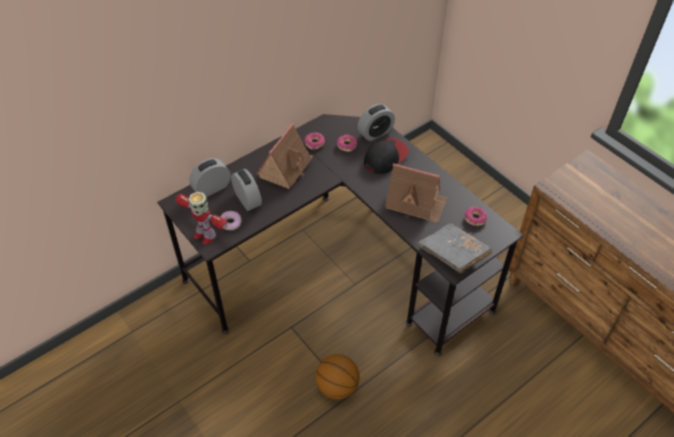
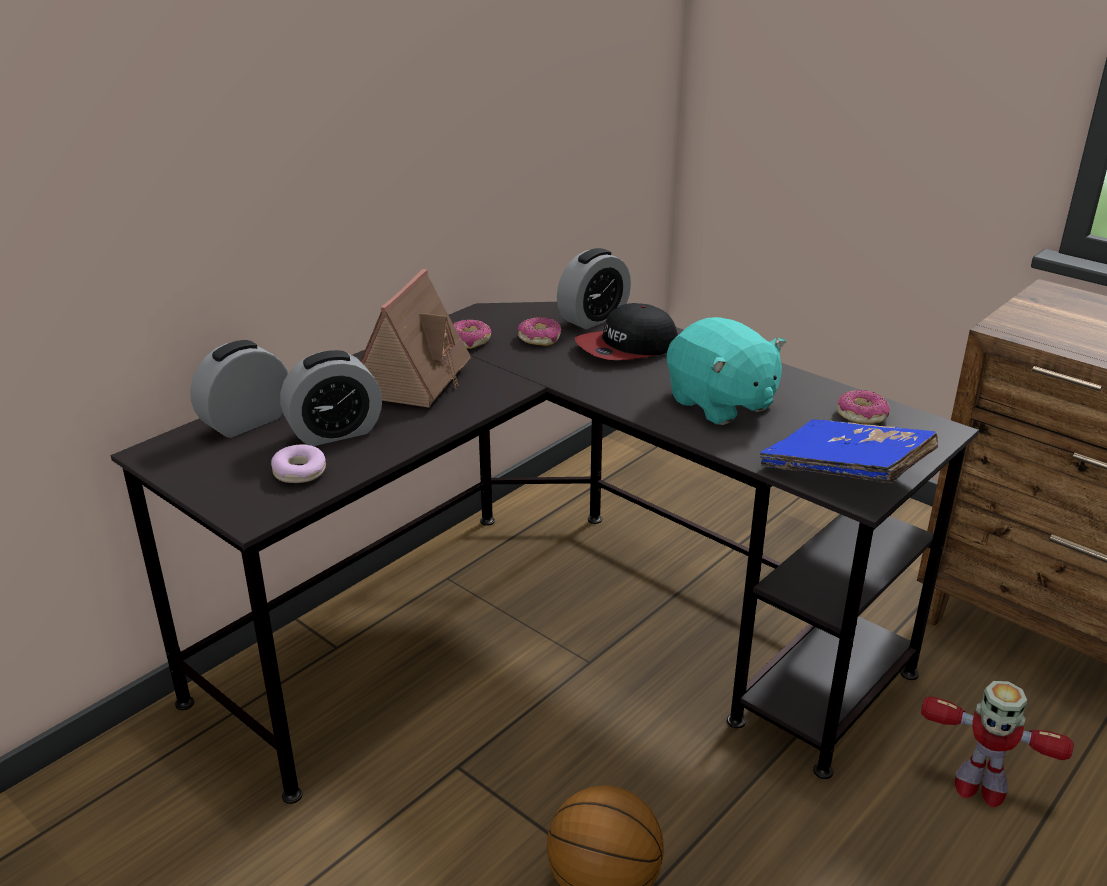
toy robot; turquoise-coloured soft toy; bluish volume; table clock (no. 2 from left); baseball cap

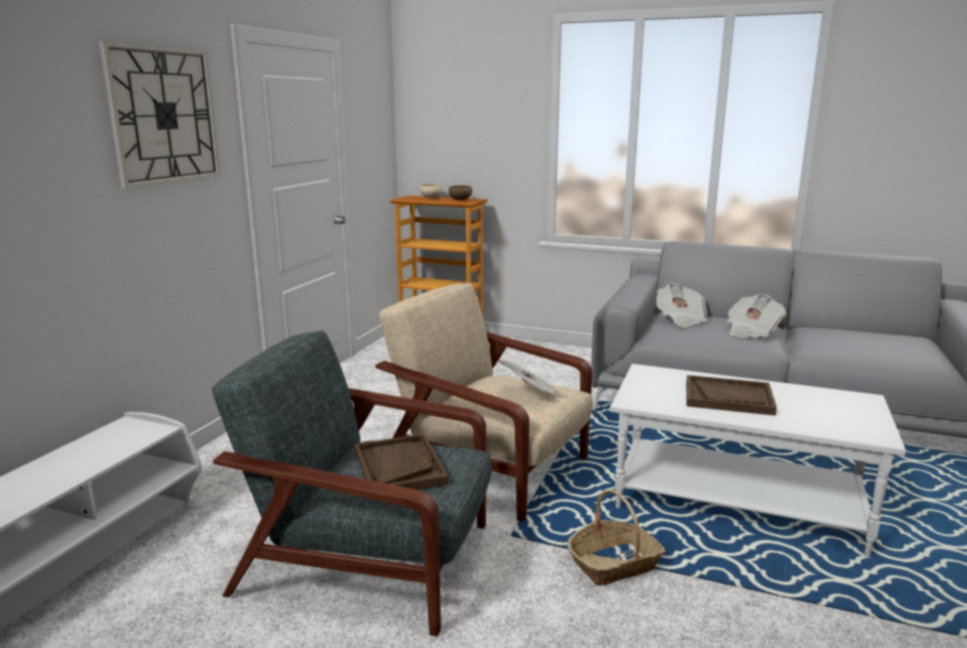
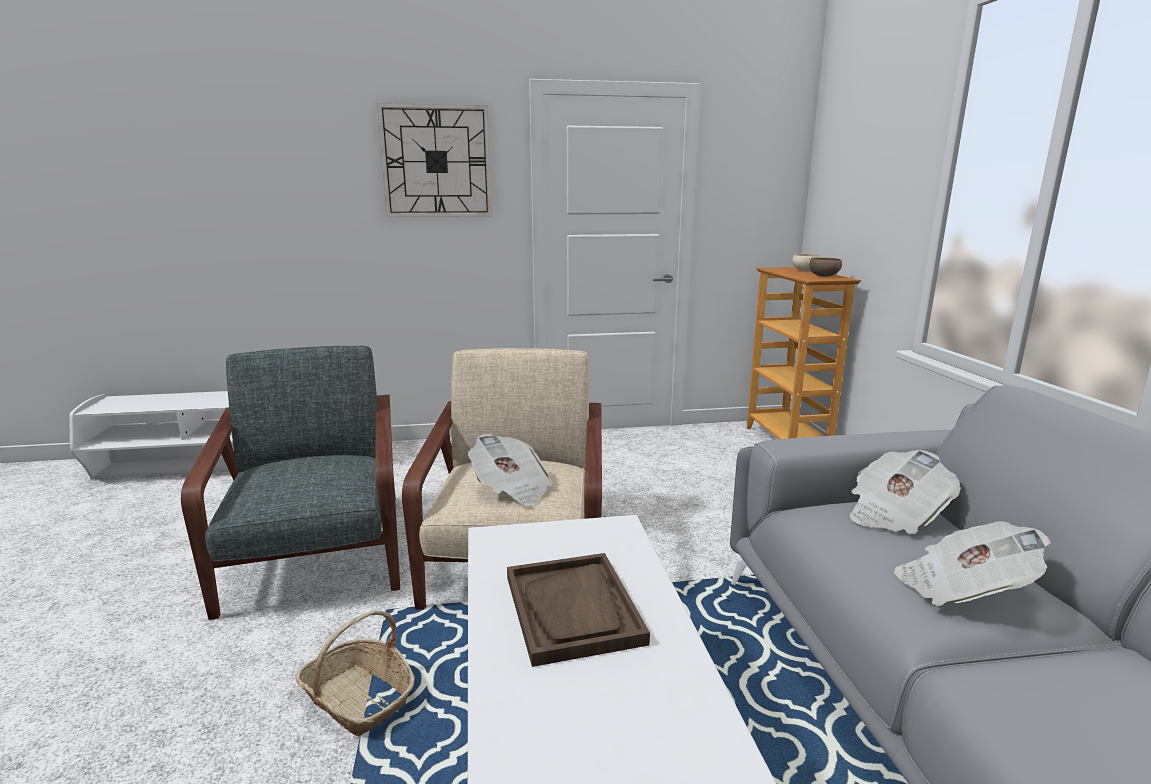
brownish serving tray (no. 1 from left in the first image)

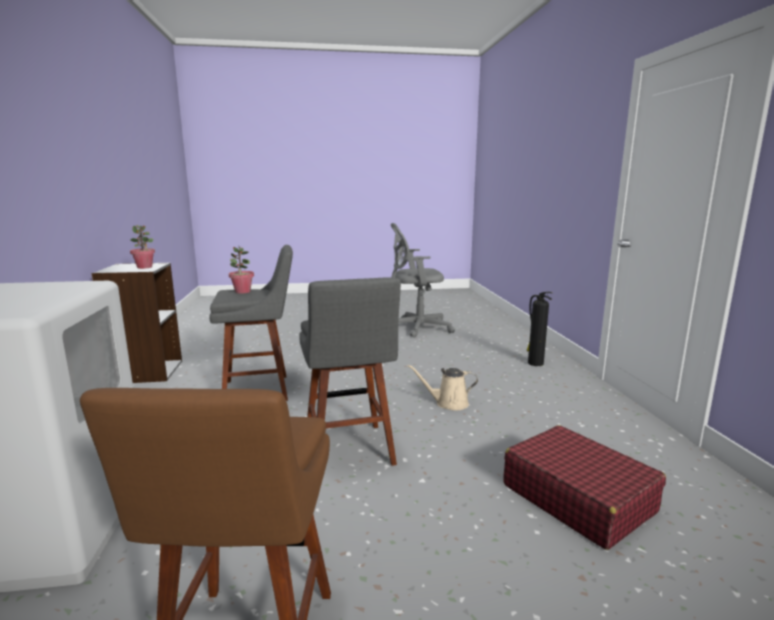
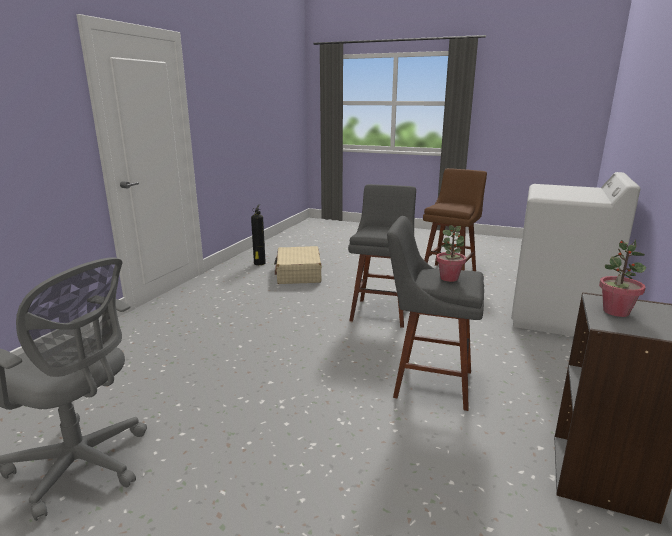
sand-coloured watering pot; fire extinguisher; sand-coloured piece of luggage

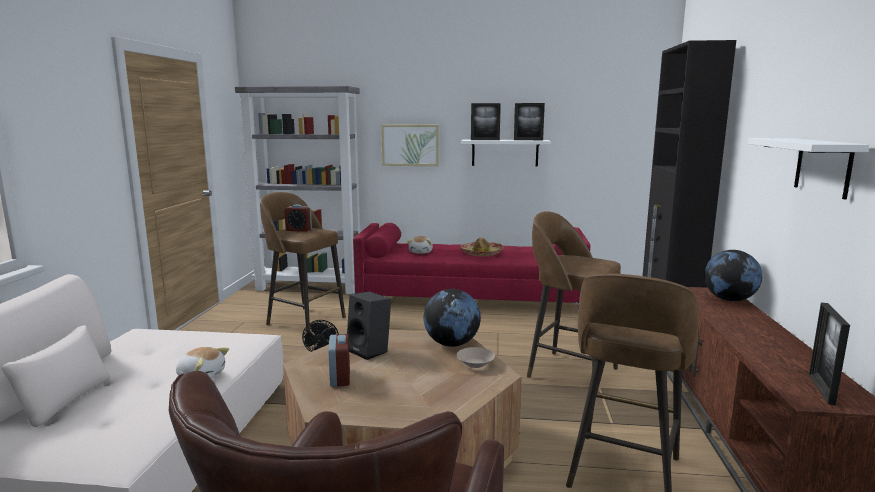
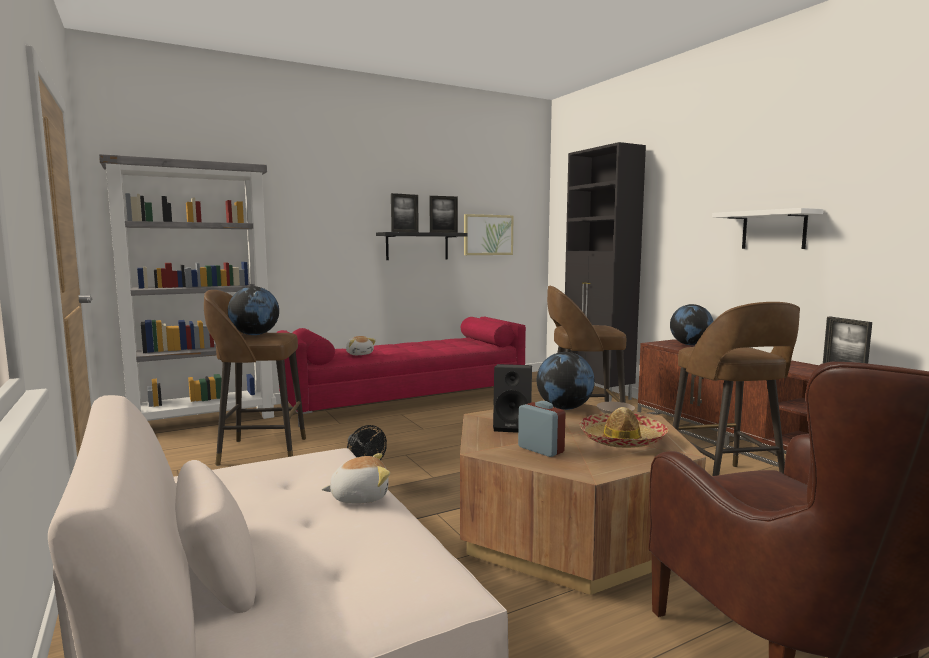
wall art; clothing hat; desk globe (no. 1 from left); black-coloured wall shelf

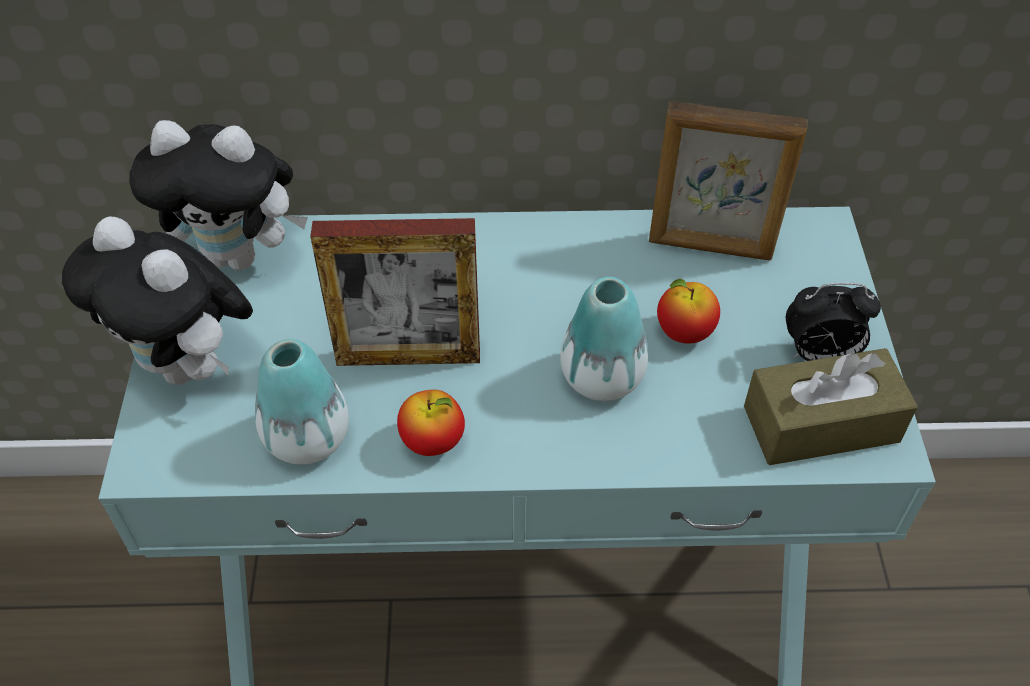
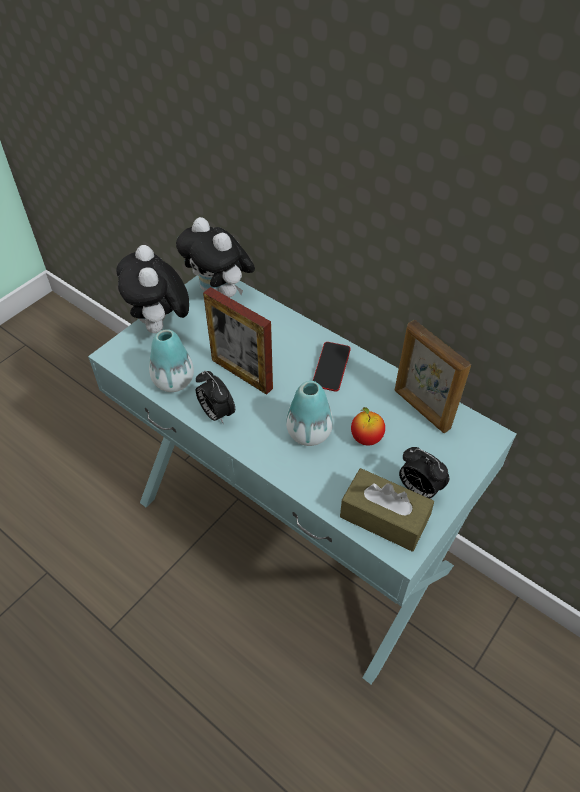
phone; table clock (no. 1 from left)

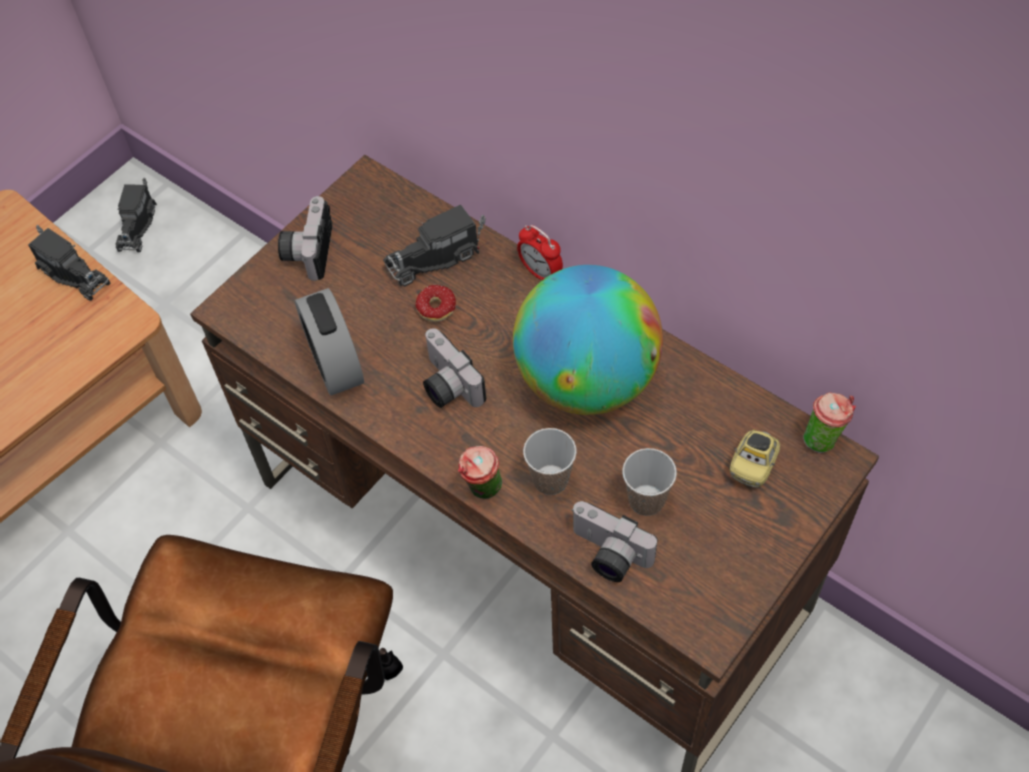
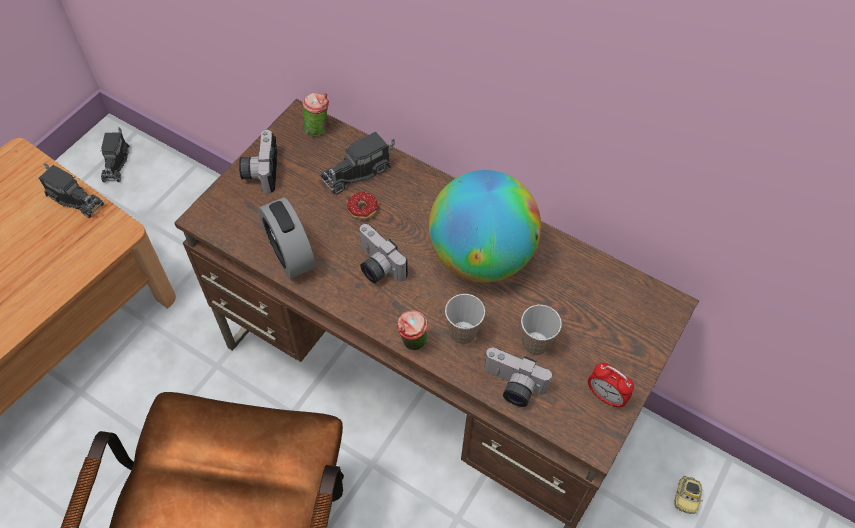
table clock (no. 2 from left); toy car; cup (no. 1 from left)

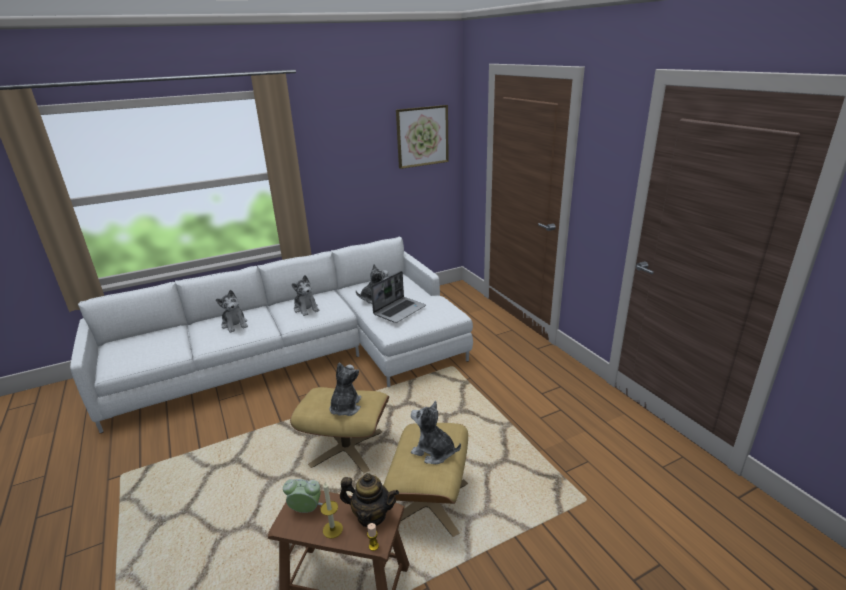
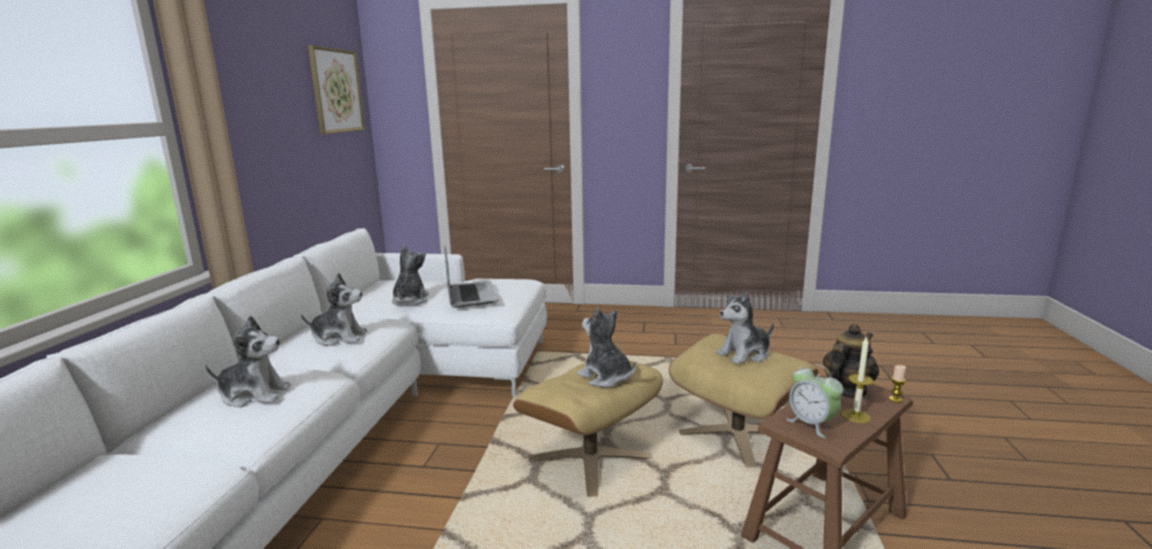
table clock

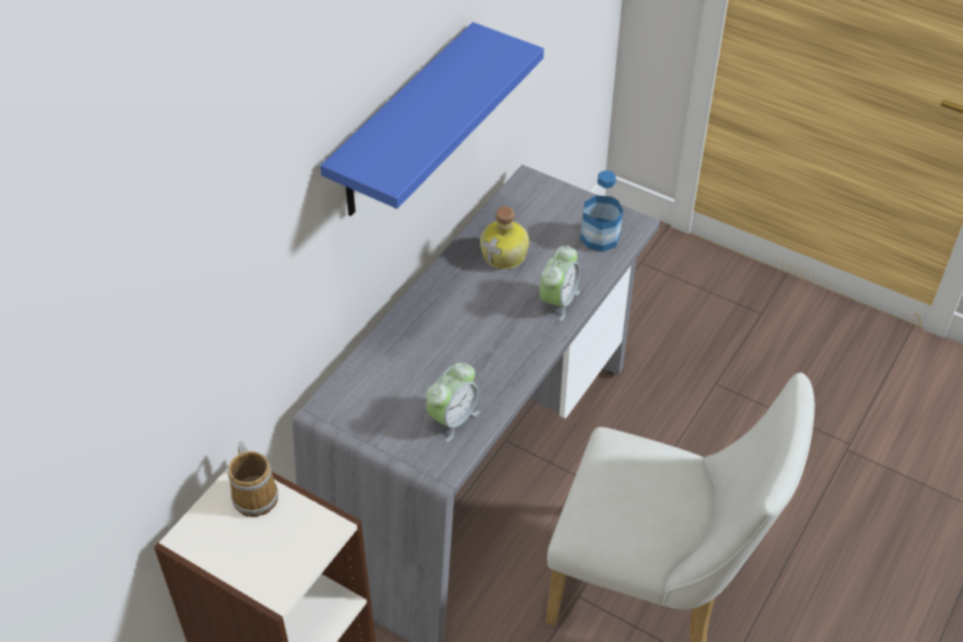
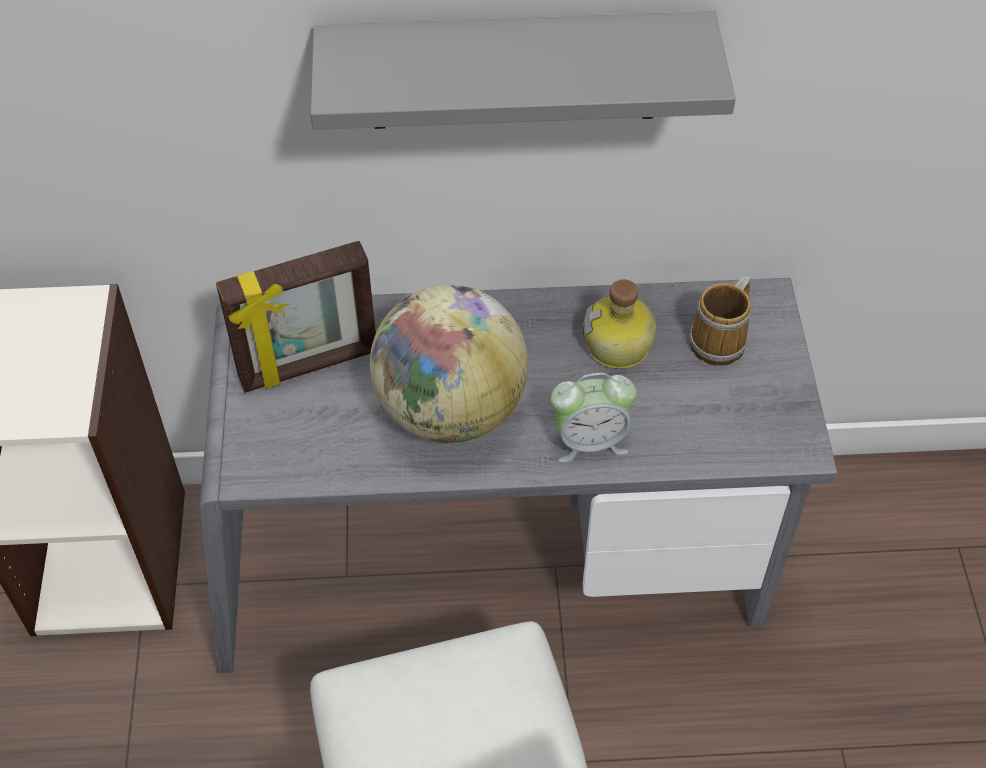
table clock (no. 1 from left in the first image); drink bottle (no. 2 from left in the first image); standing frame; desk globe; coffee mug; grey wall shelf

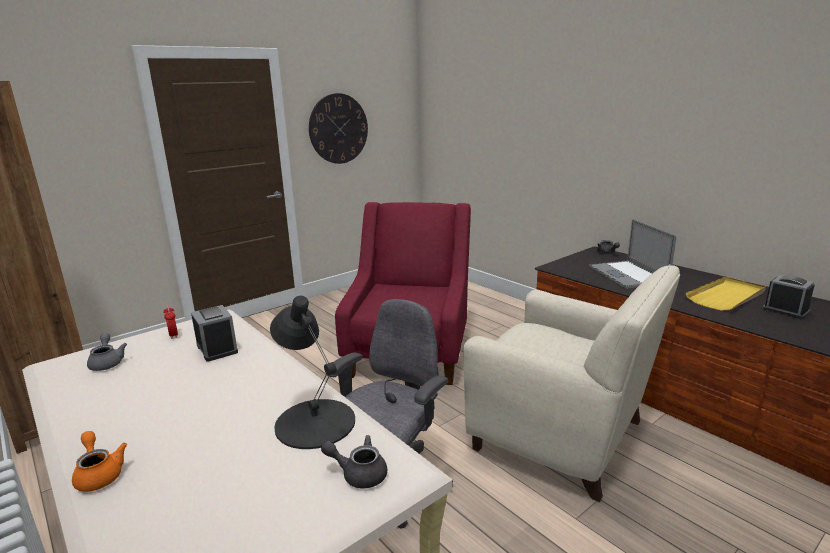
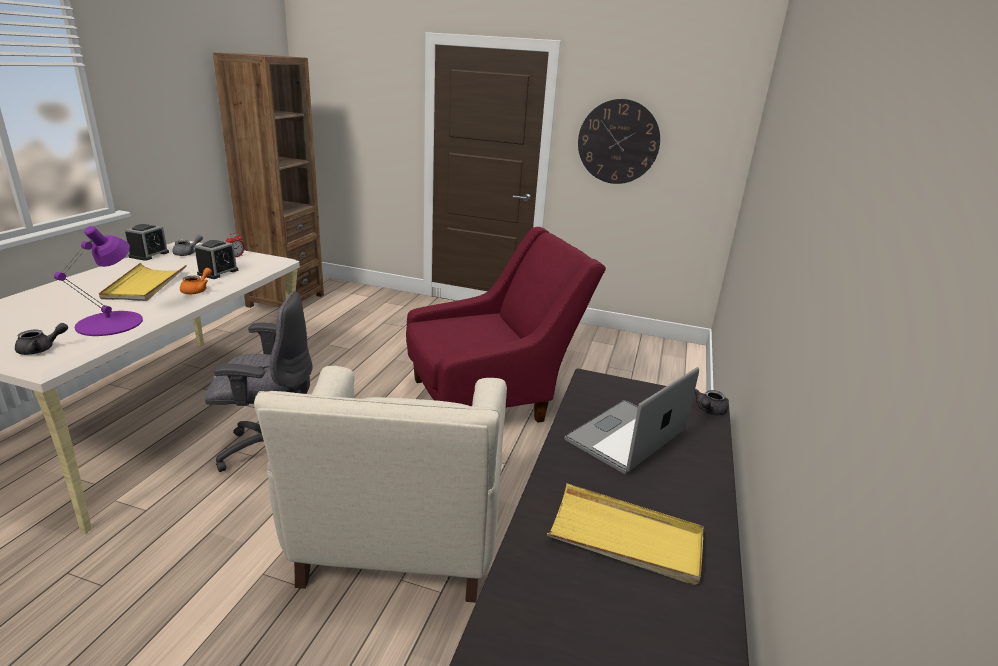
yellow-coloured serving tray (no. 1 from left); orange-coloured tea pot; table clock (no. 1 from left); purple-coloured lamp for a table; grey tea pot (no. 1 from left)

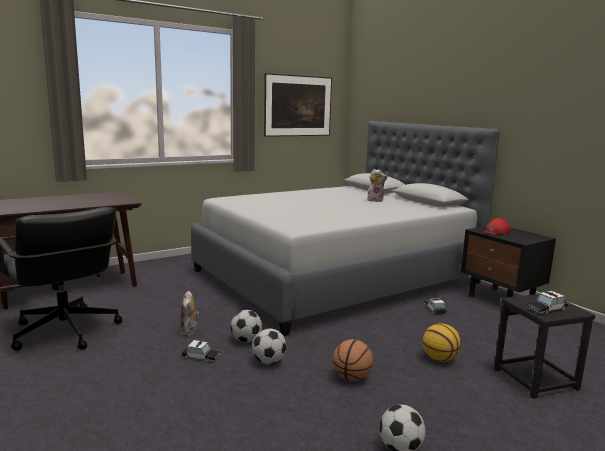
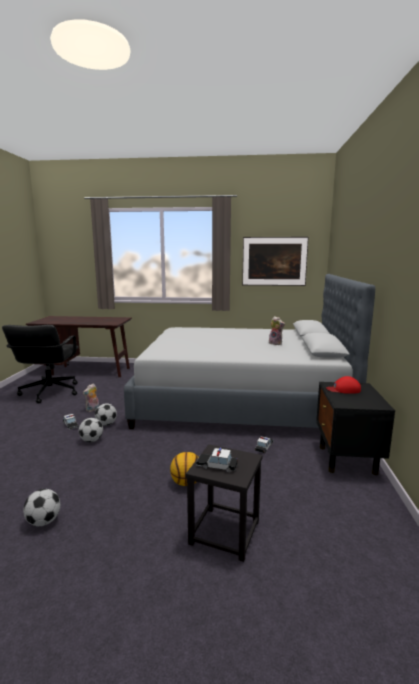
ball for basketball (no. 1 from left in the first image)

